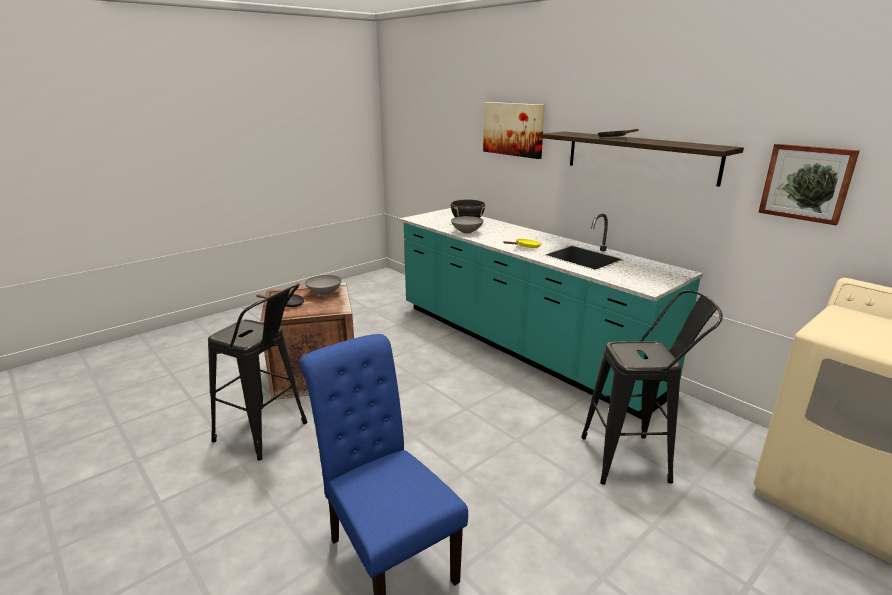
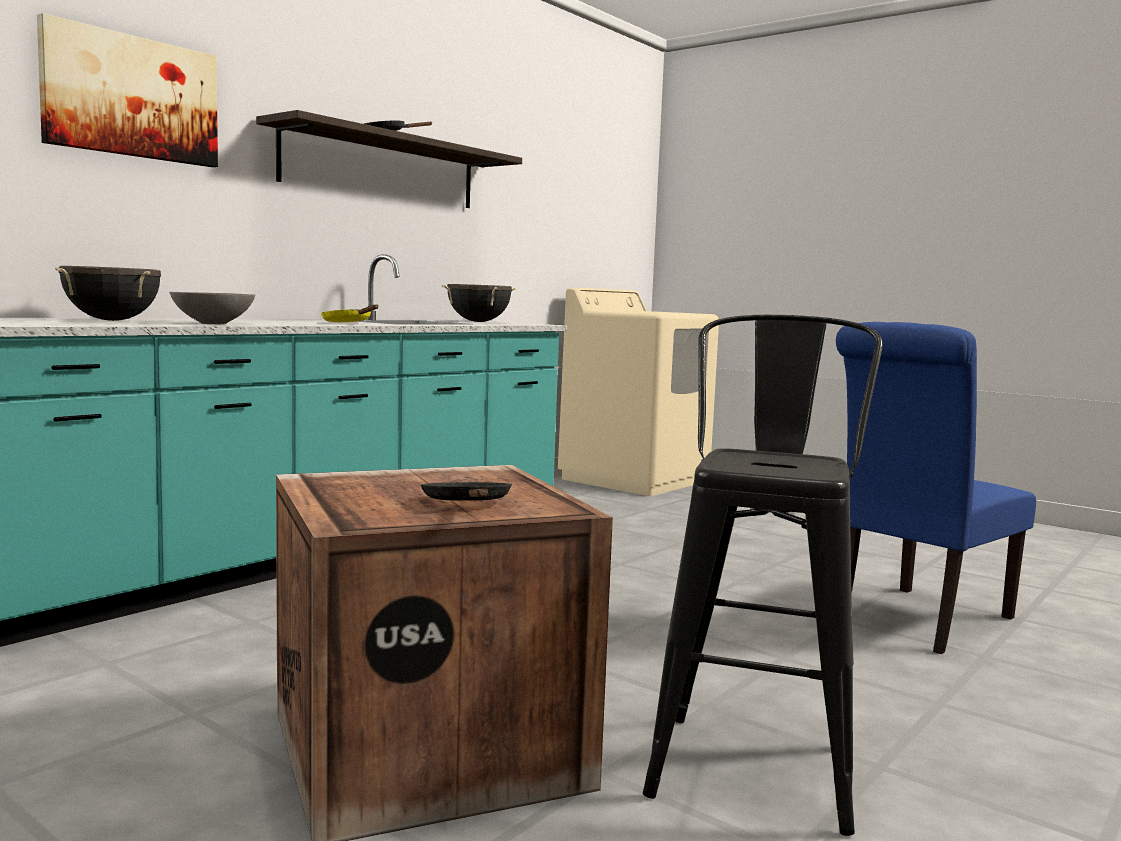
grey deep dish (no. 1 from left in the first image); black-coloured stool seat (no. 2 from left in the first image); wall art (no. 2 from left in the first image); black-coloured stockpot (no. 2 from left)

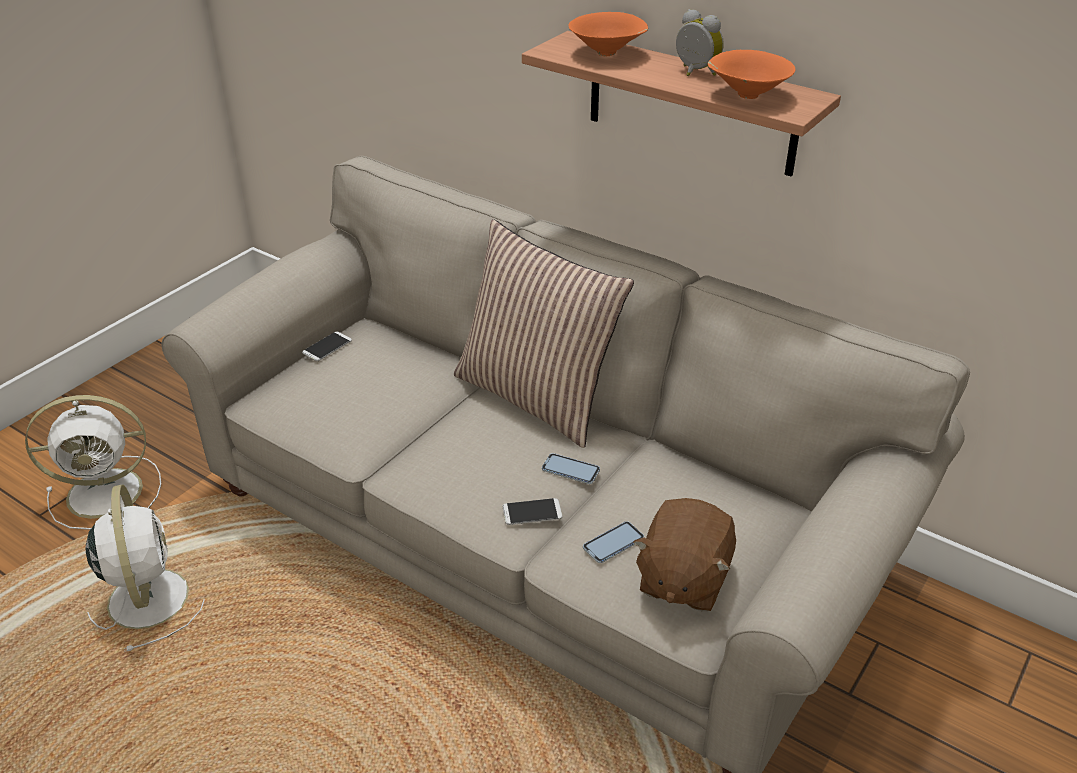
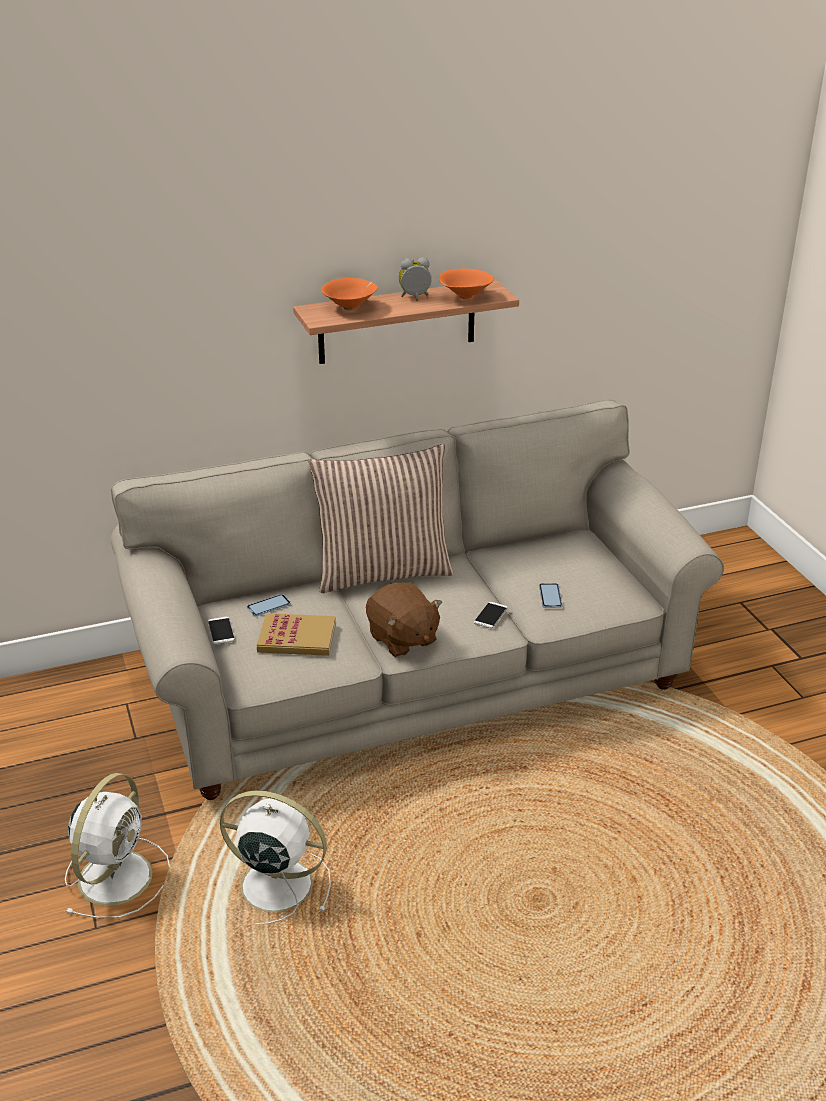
volume; phone (no. 2 from left); brownish soft toy

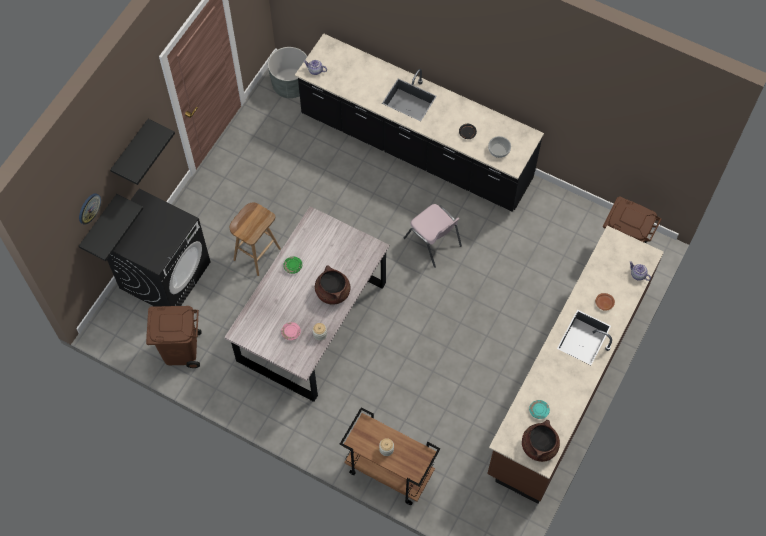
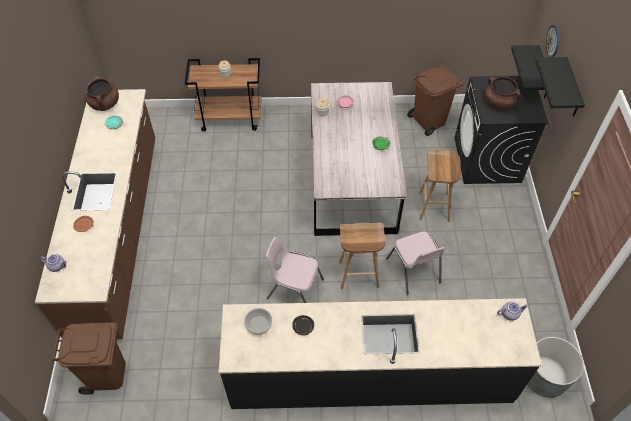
brownish stool seat (no. 1 from left); pink chair (no. 2 from left); brownish stockpot (no. 2 from left)

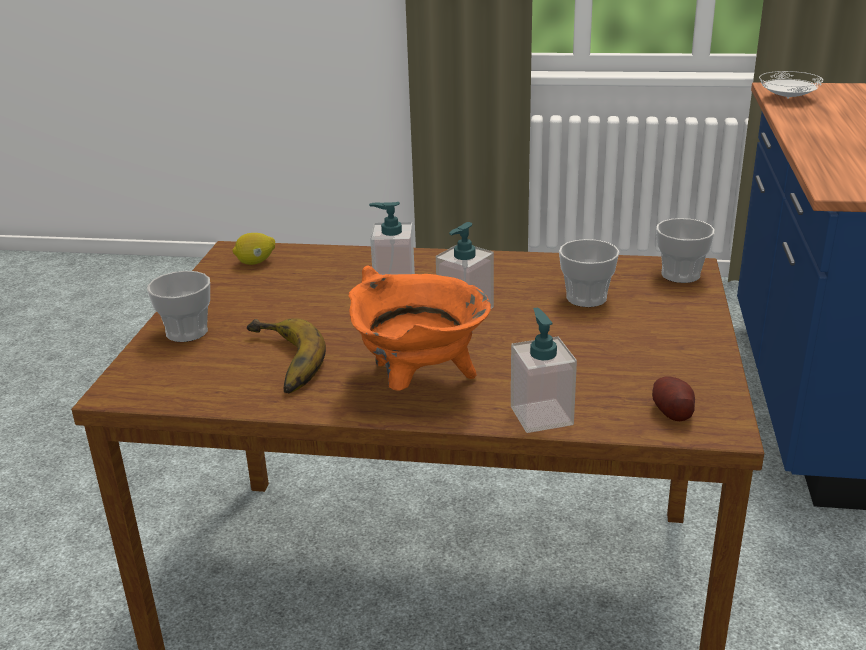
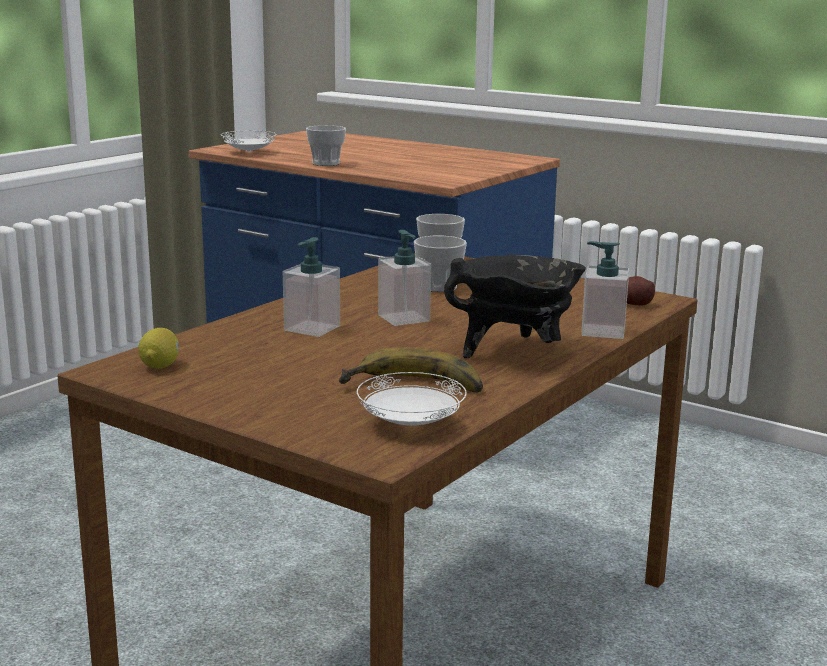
white-coloured plate (no. 2 from left); cup (no. 1 from left); black-coloured stockpot

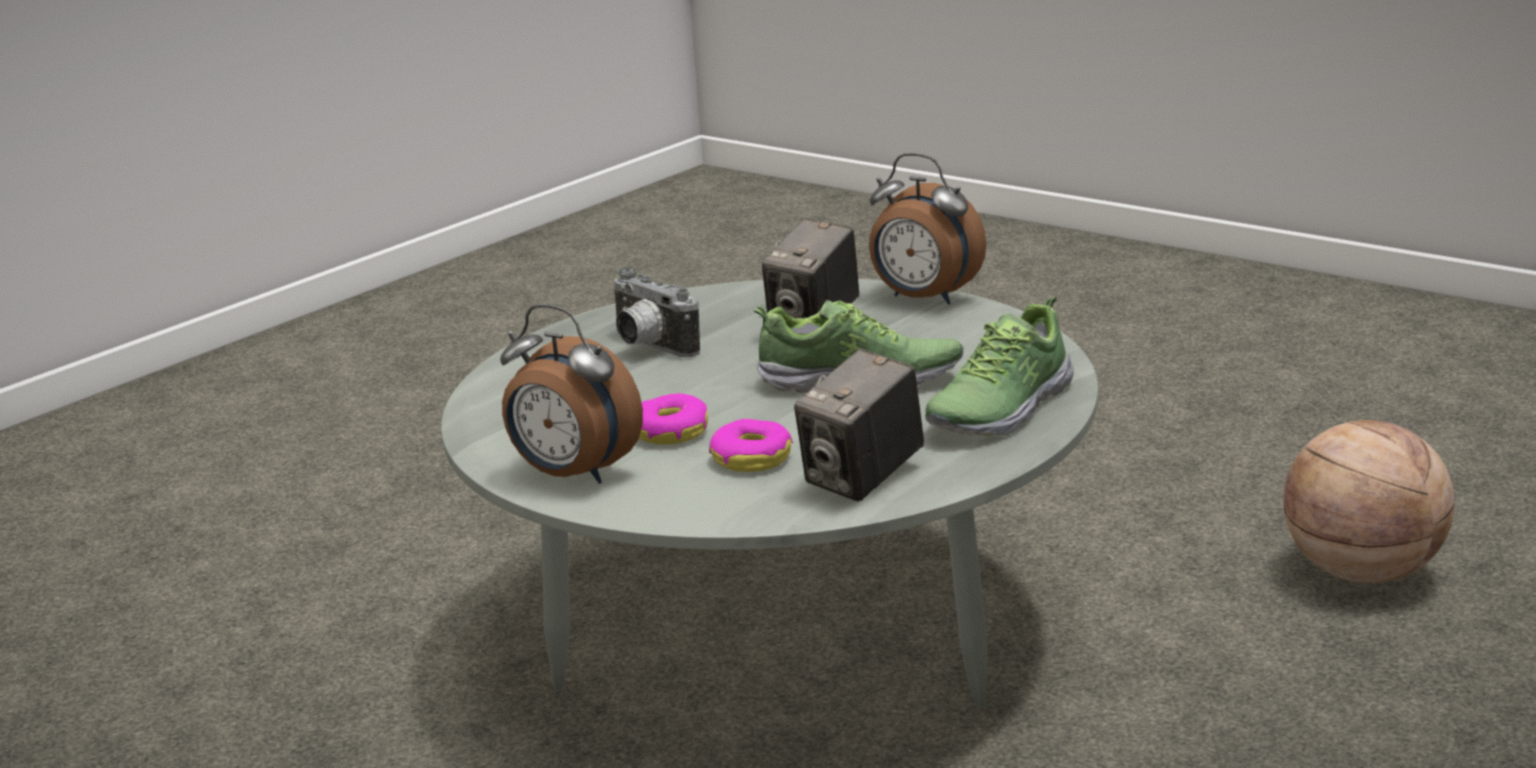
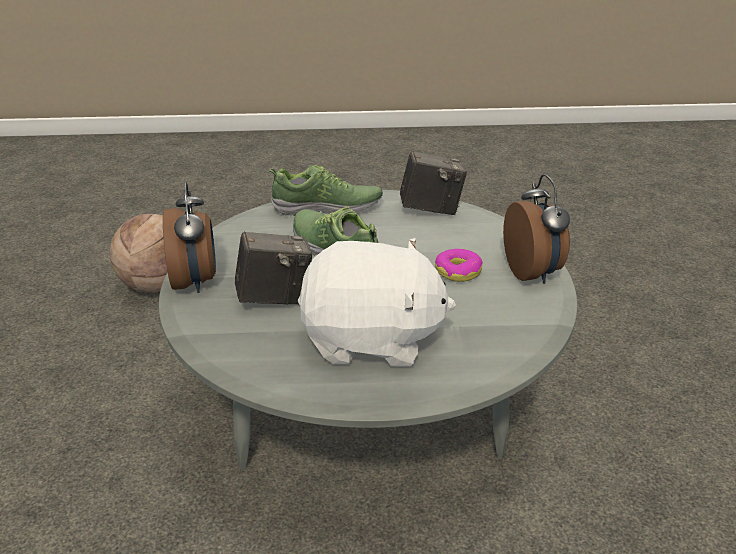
ring doughnut (no. 2 from left in the first image); white-coloured soft toy

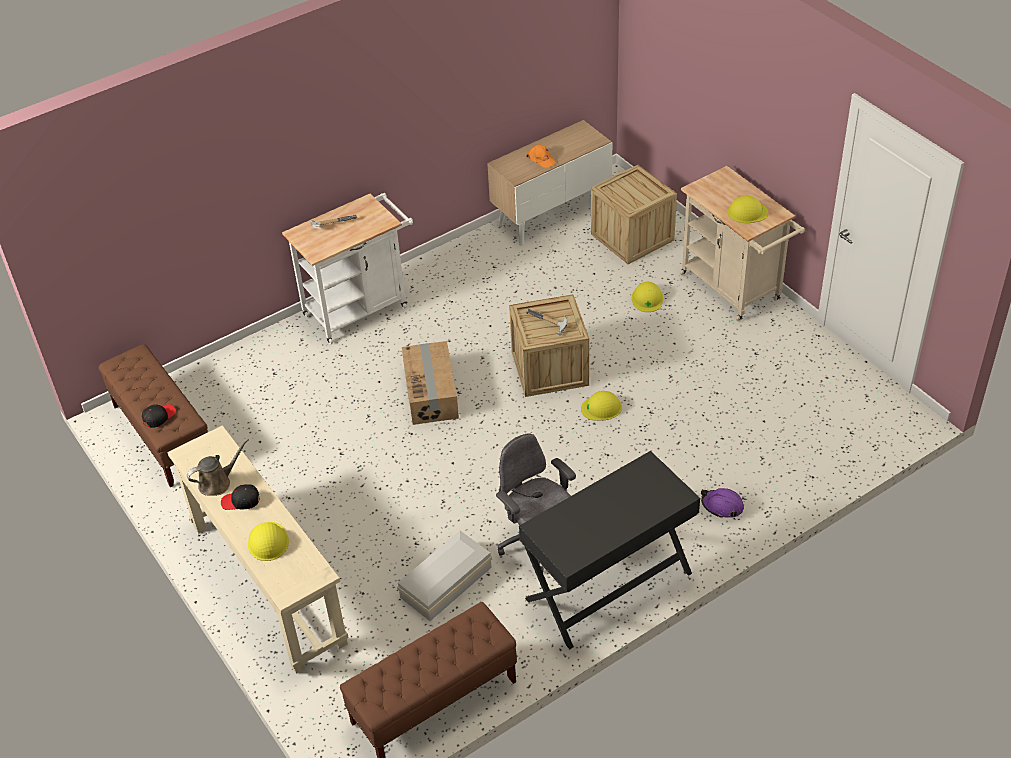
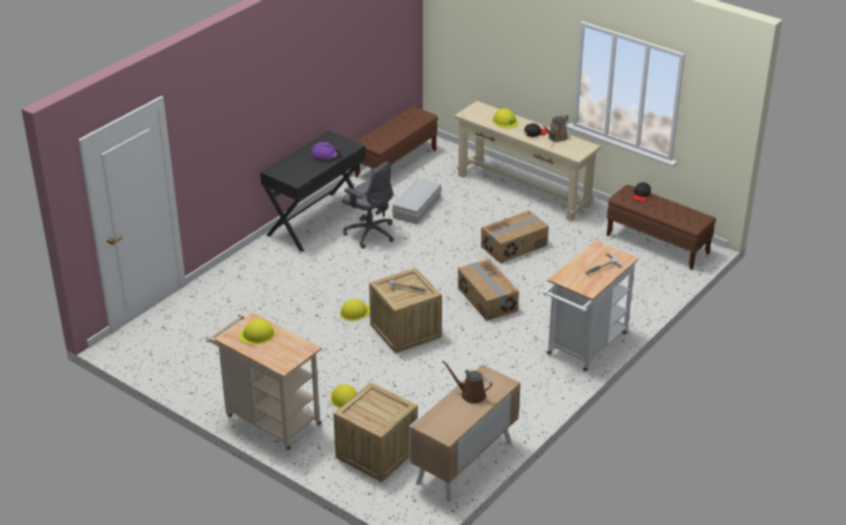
carton (no. 2 from left); purple-coloured hard hat; brownish watering pot (no. 1 from left)

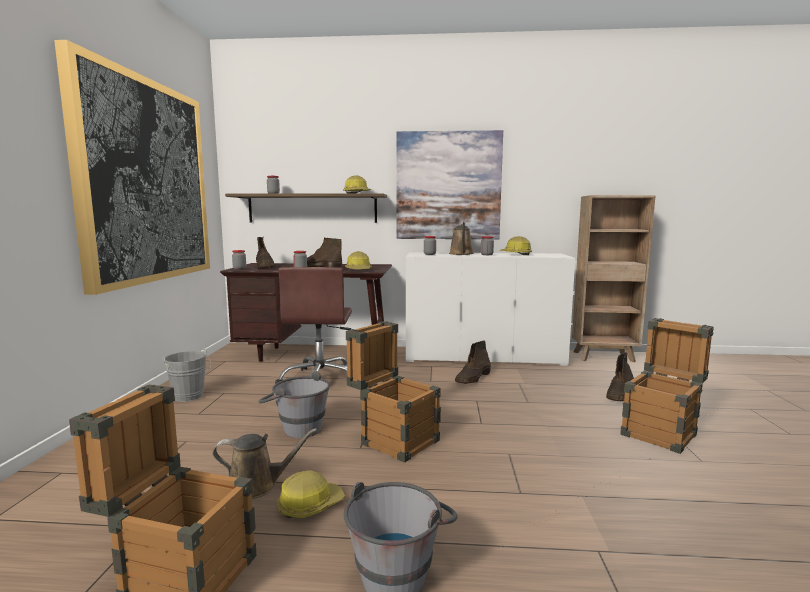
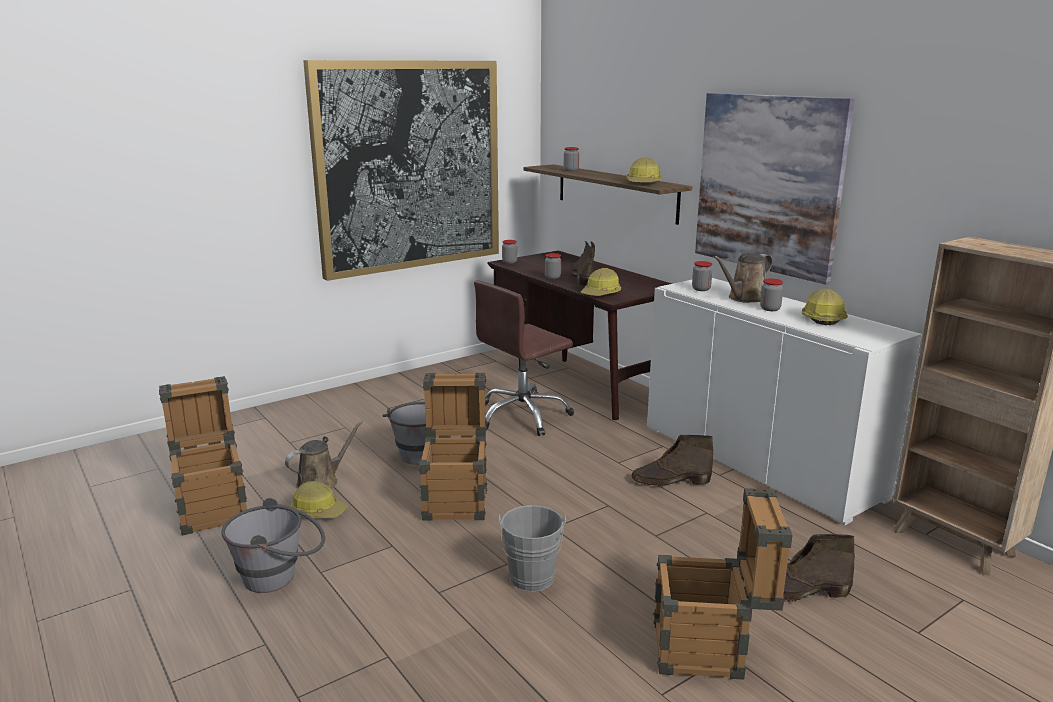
brownish tall boot (no. 1 from left in the first image); grey water bucket (no. 3 from left); brownish watering pot (no. 1 from left)

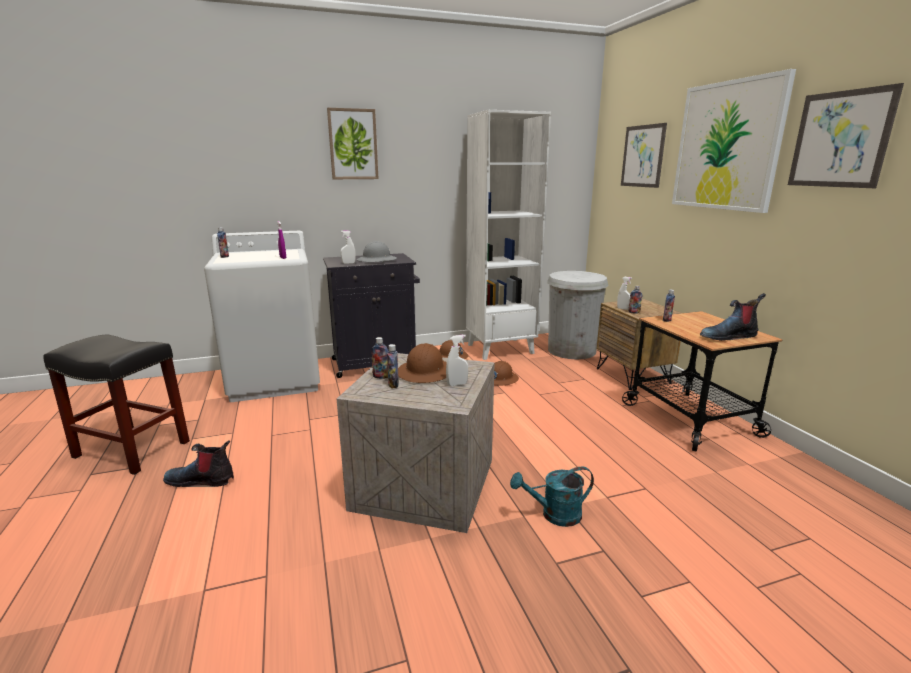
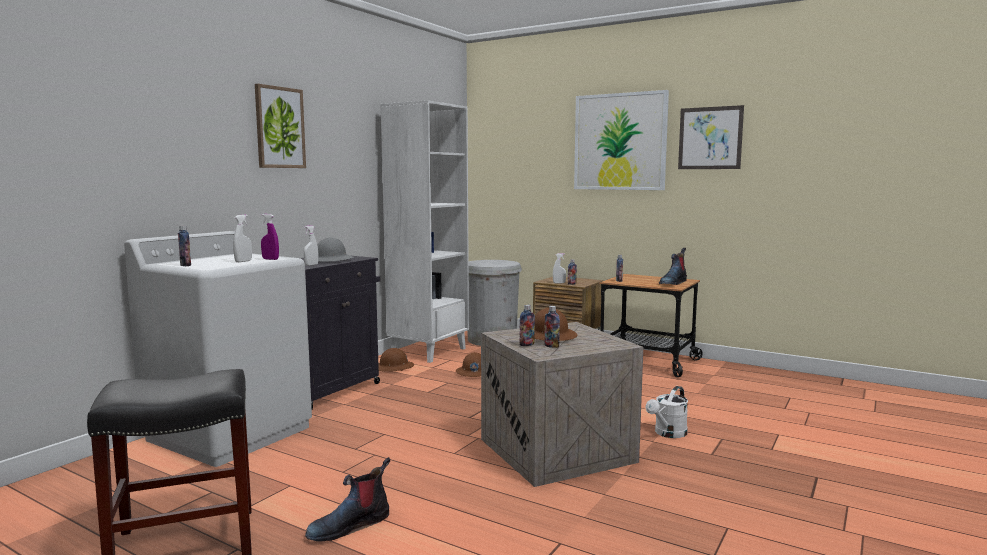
wall art (no. 2 from left in the first image); white-coloured spray bottle (no. 1 from left); white-coloured watering pot

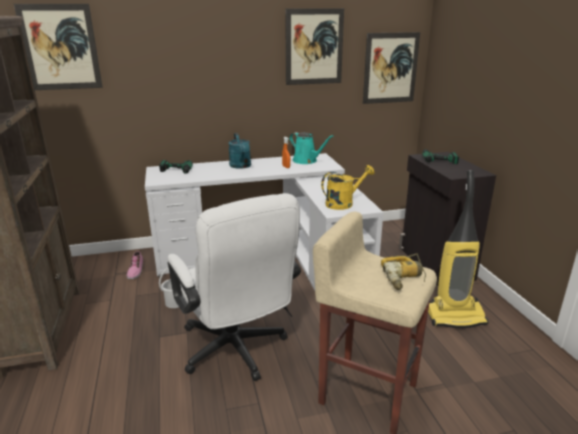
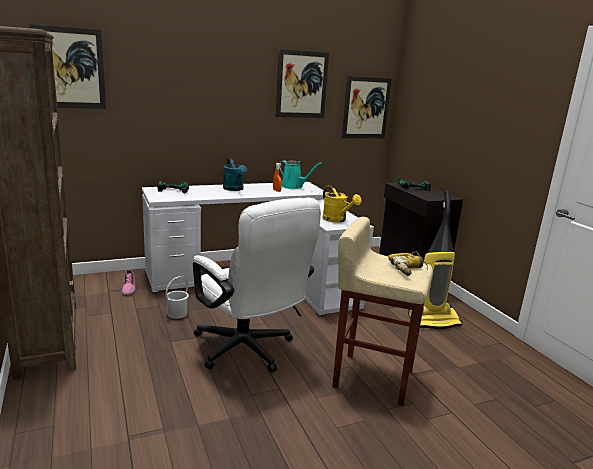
yellow-coloured watering pot

